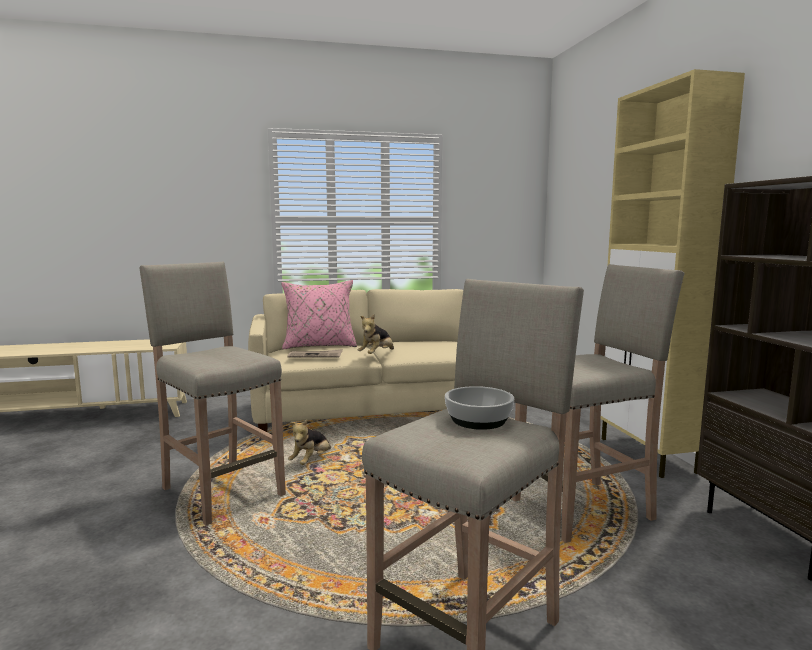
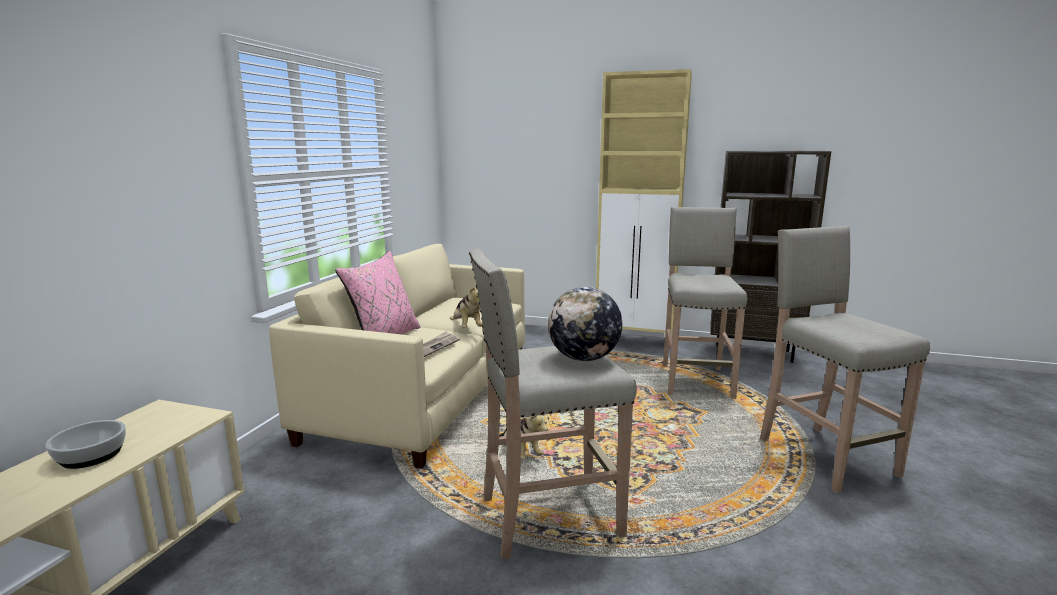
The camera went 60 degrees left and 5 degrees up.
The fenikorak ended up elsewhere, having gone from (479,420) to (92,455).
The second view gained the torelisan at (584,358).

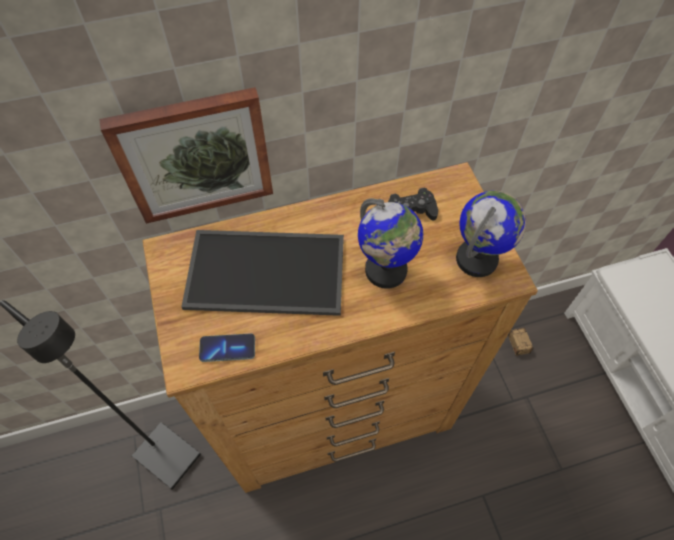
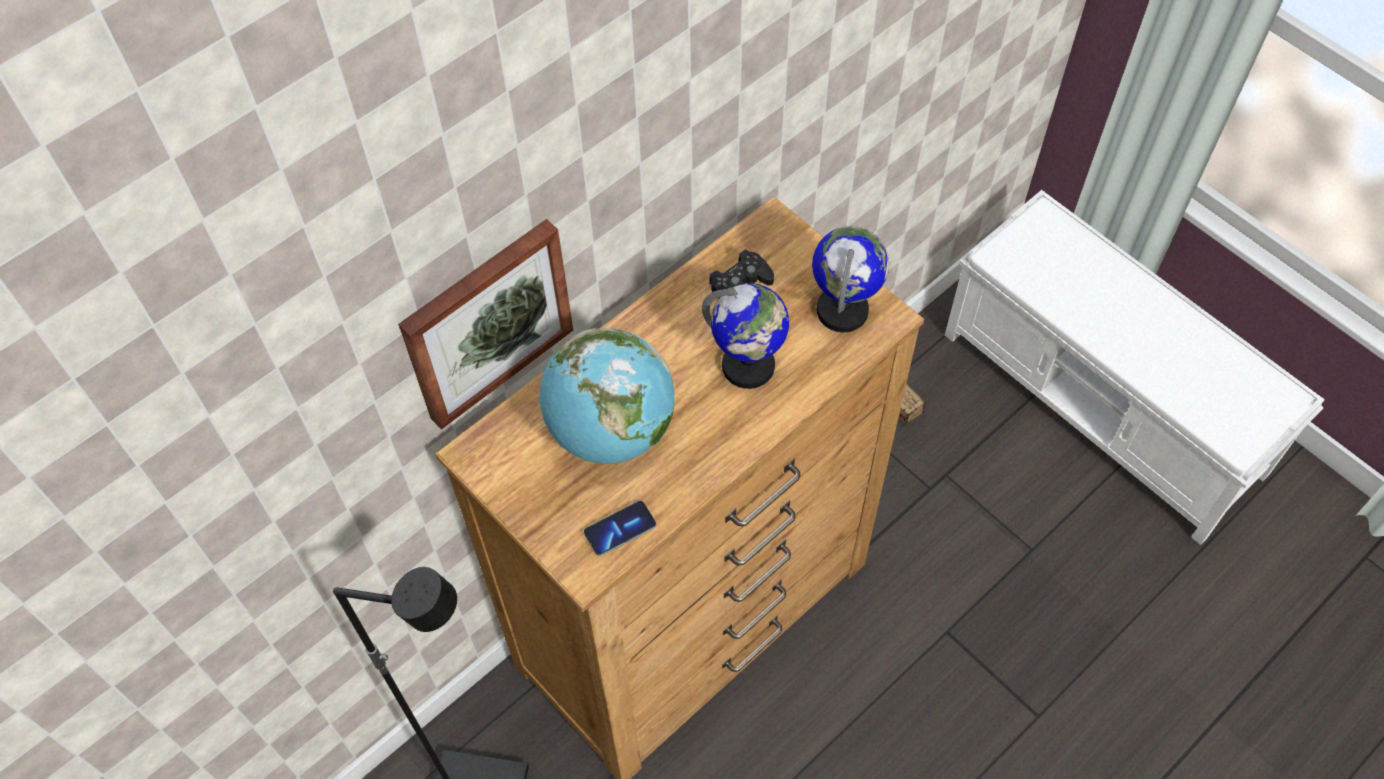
The camera went 25 degrees left and 0 degrees up.
Where the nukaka stood at (264,274), the torelisan came to stand at (611,430).

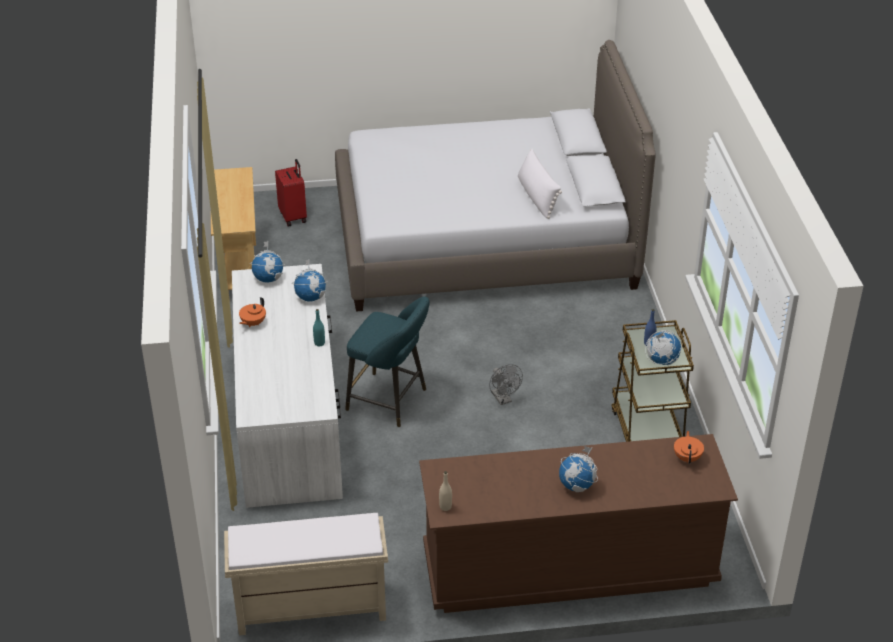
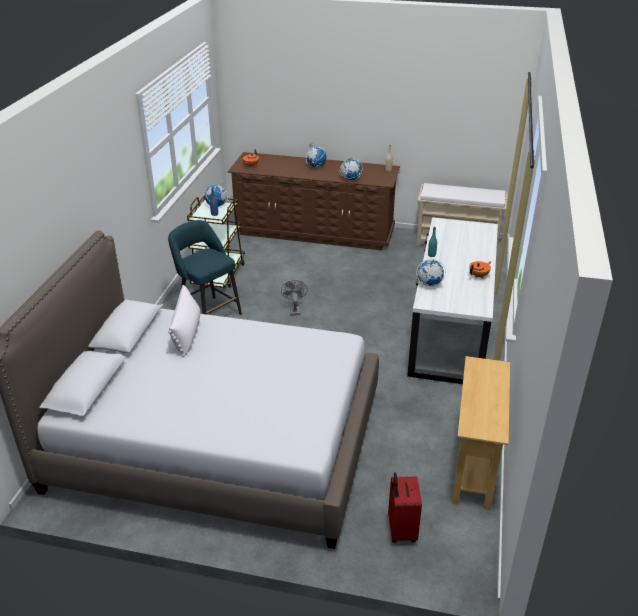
The camera went 160 degrees left and 5 degrees down.
The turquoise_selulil ended up elsewhere, having gone from (390,401) to (208,313).
The torelisan ended up elsewhere, having gone from (268,279) to (350,179).

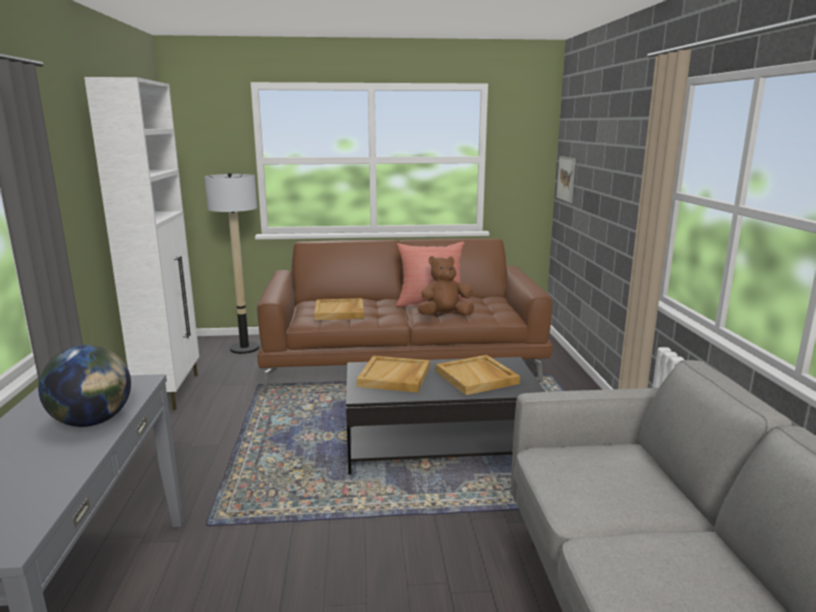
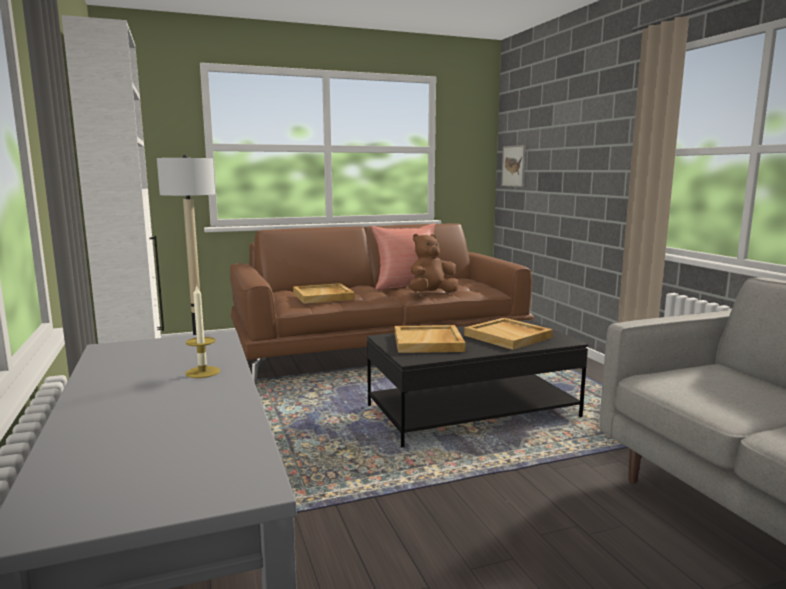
The camera went 15 degrees left and 5 degrees down.
Where the torelisan stood at (93,421), the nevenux came to stand at (203,372).

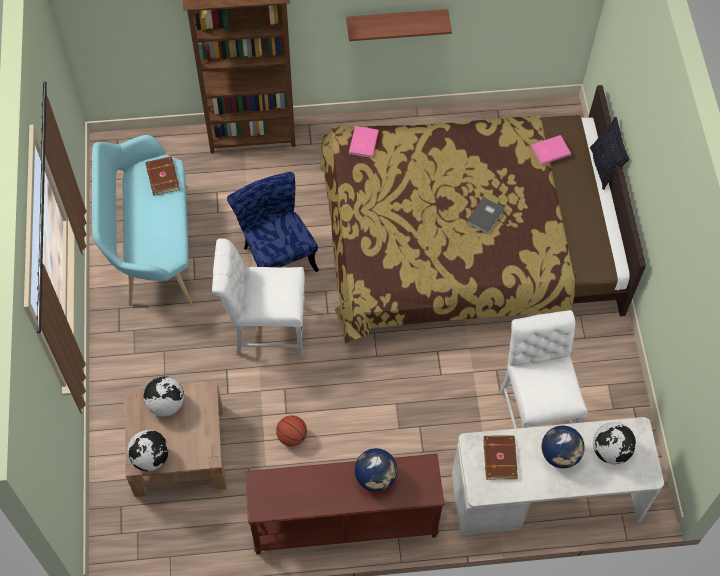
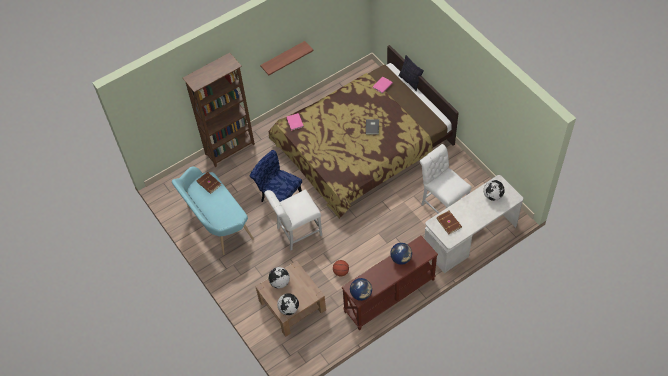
The camera went 25 degrees left and 5 degrees down.
The torelisan ended up elsewhere, having gone from (560,454) to (361,294).

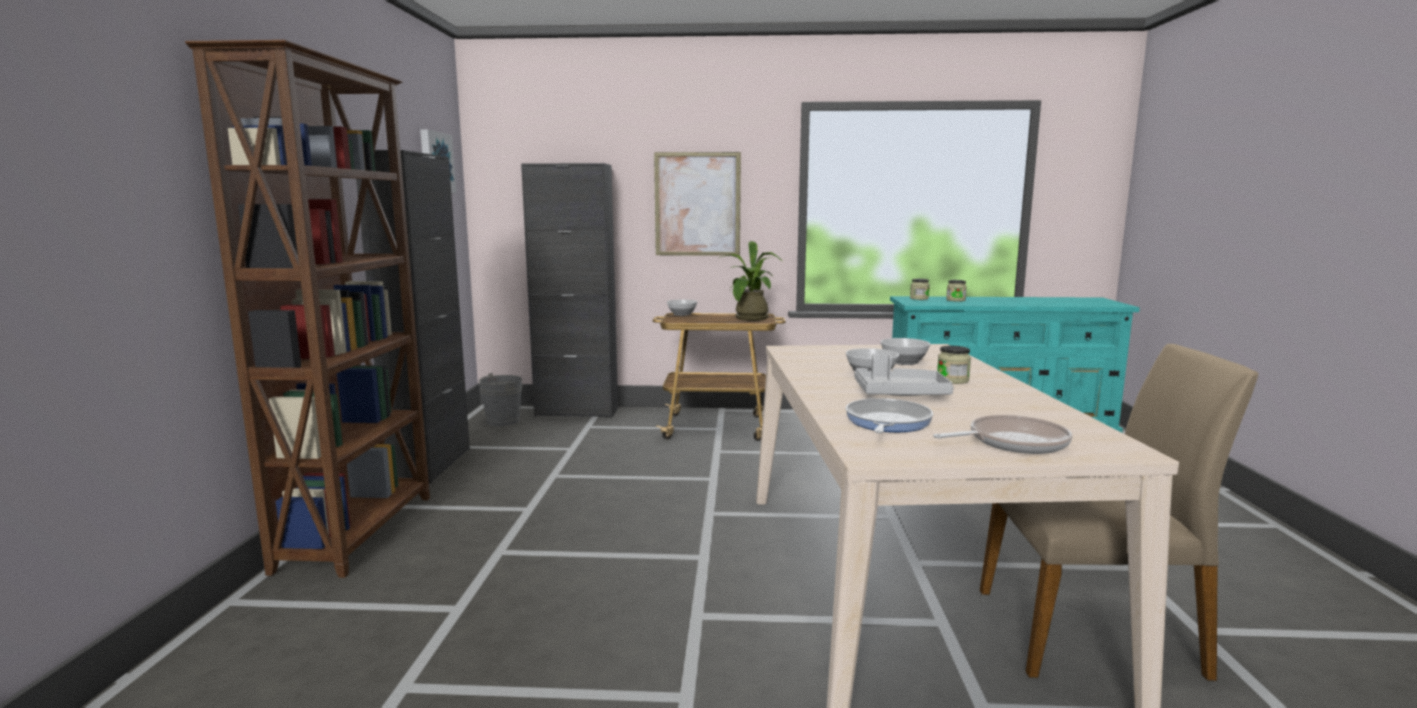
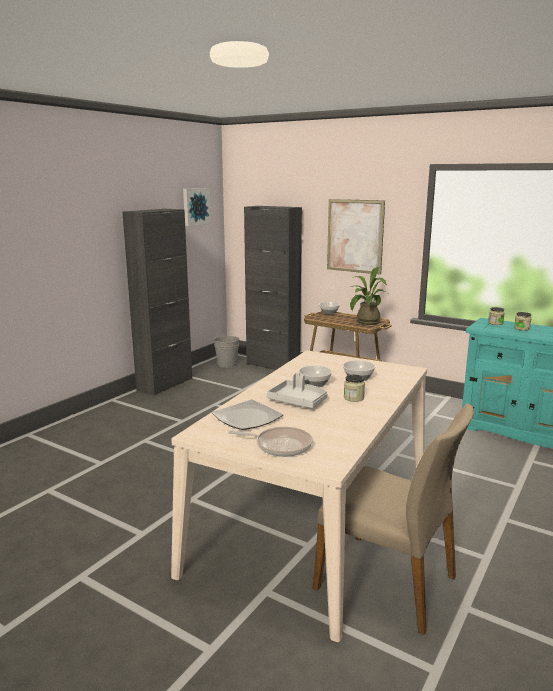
The camera went 30 degrees right and 5 degrees up.
Where the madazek stood at (886,423), the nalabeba came to stand at (246,418).
The second view lost the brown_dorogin at (360,532).

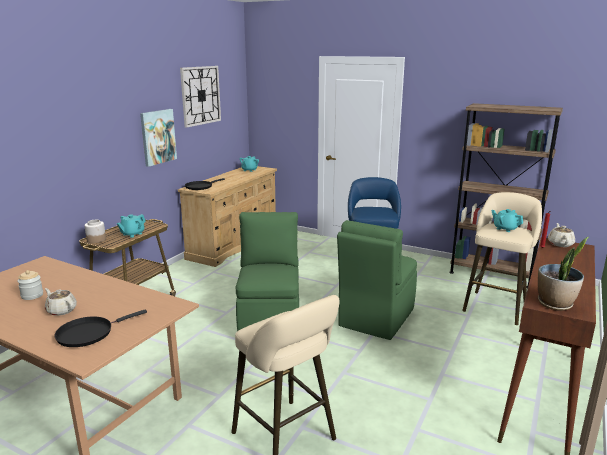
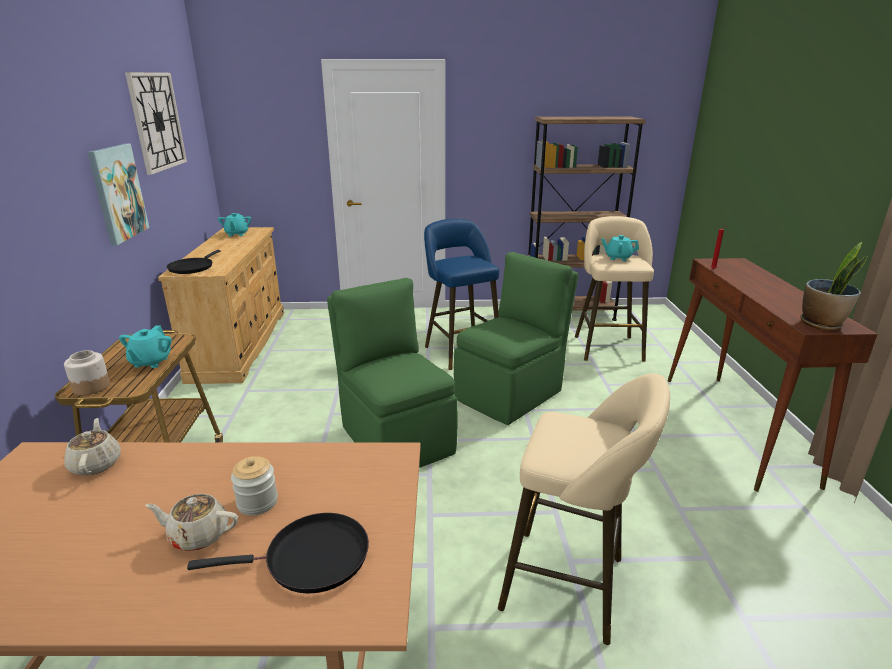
The camera went 30 degrees left and 5 degrees up.
The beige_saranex ended up elsewhere, having gone from (560,244) to (96,464).
The black_madazek at (88,333) ended up facing another way, 120 degrees counterclockwise from before.
The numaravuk ended up elsewhere, having gone from (32,295) to (257,502).
The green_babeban at (375,318) ended up facing another way, 135 degrees counterclockwise from before.

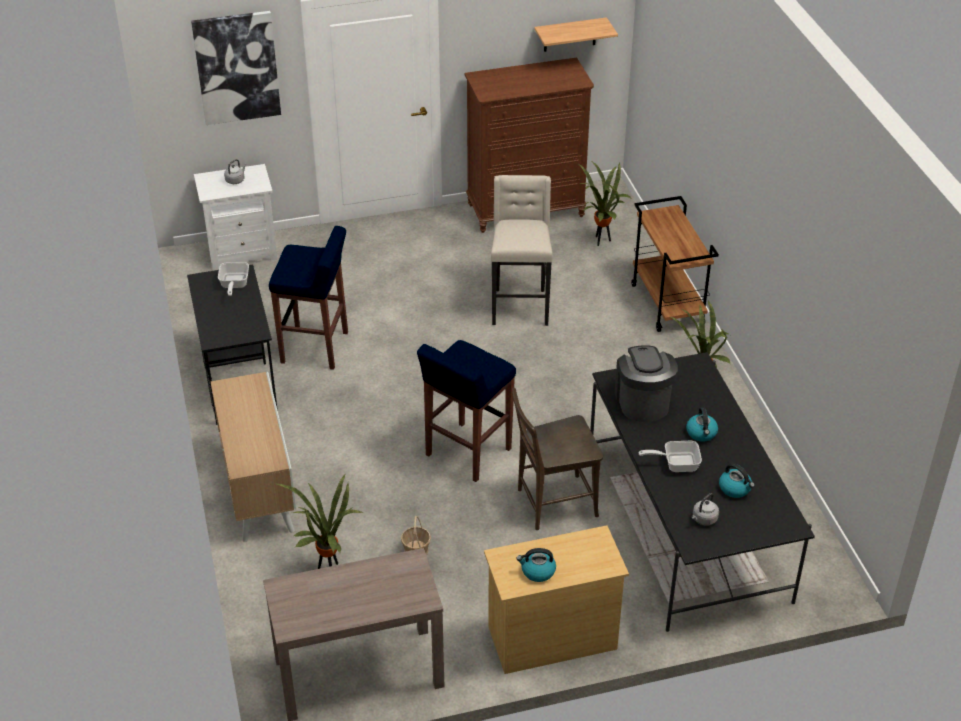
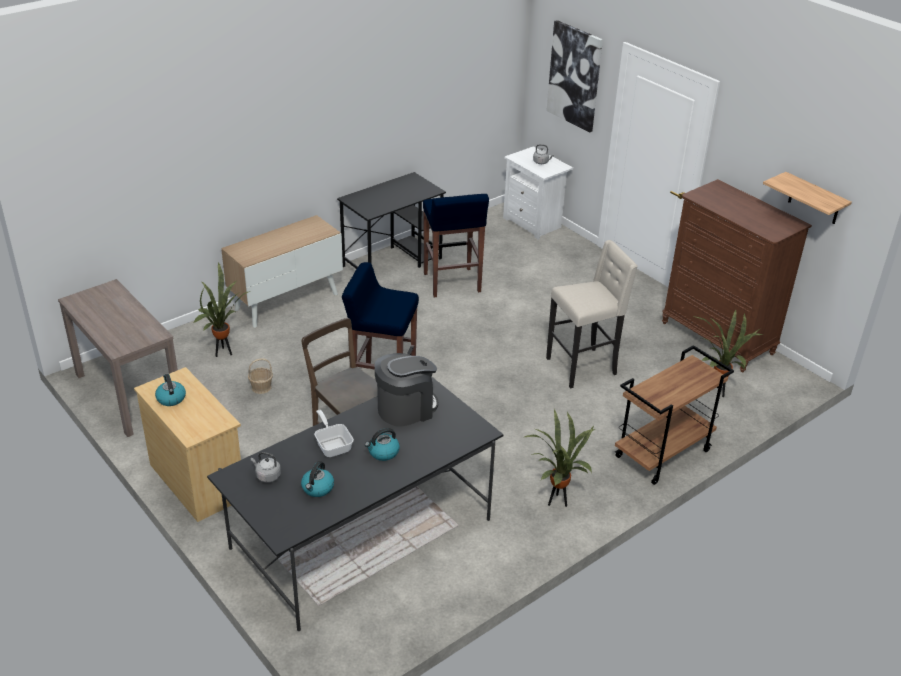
The camera went 65 degrees right and 5 degrees down.
The second view lost the madazek at (234,285).

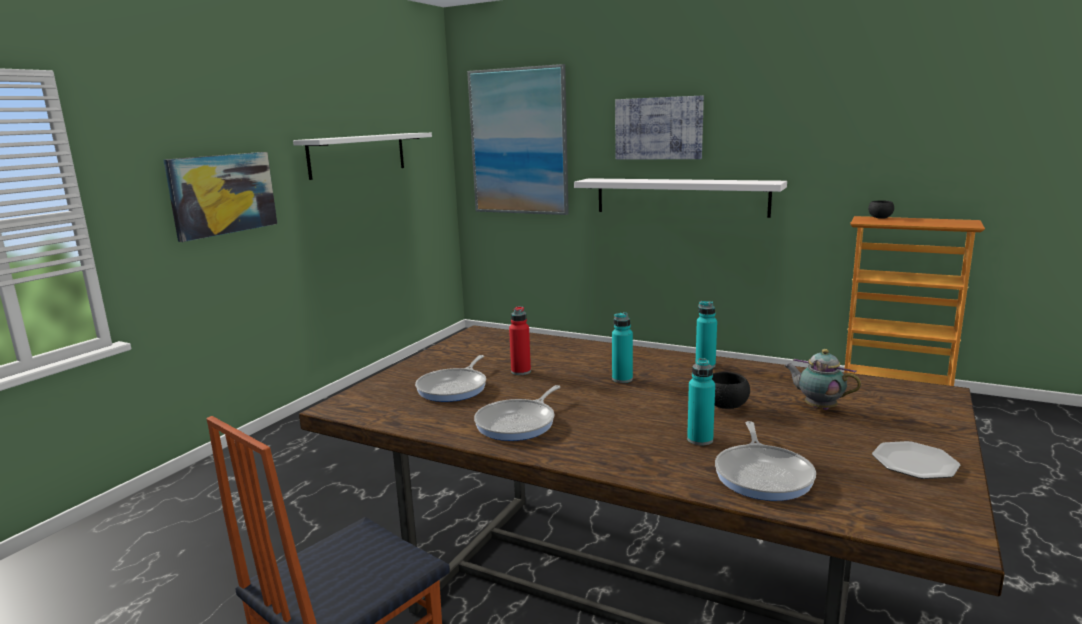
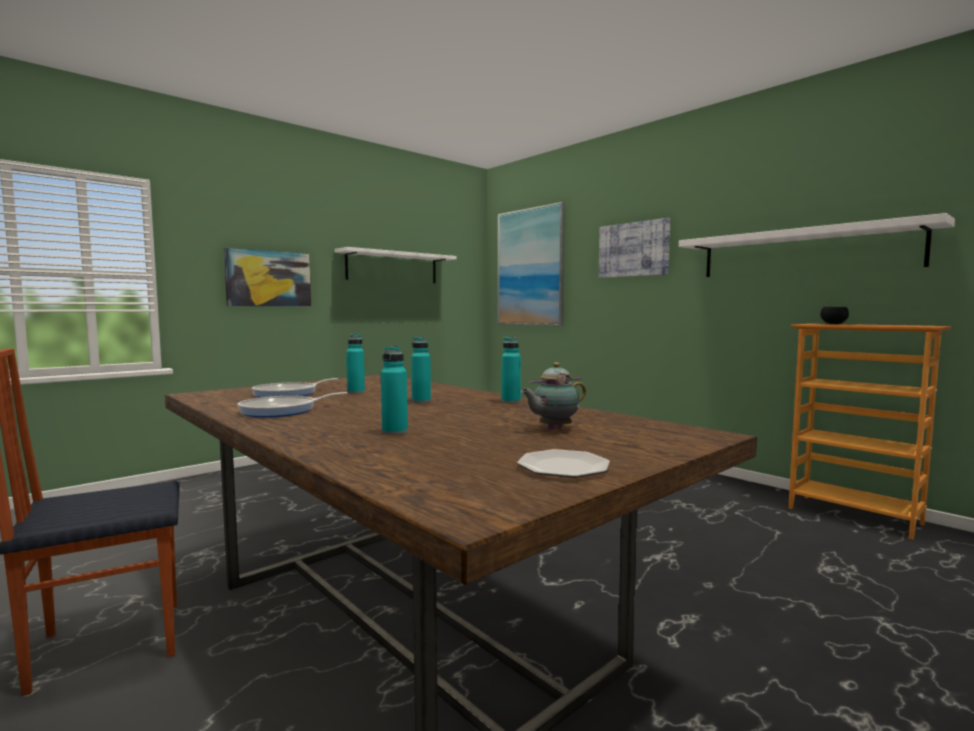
The camera went 20 degrees right and 10 degrees down.
What was the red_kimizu at (521,371) turned into the turquoise_kimizu at (356,392).
The saranex at (818,407) ended up facing another way, 90 degrees counterclockwise from before.
The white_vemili ended up elsewhere, having gone from (680,197) to (804,252).
The second view lost the black_fenikorak at (726,406).
The second view lost the madazek at (763,475).

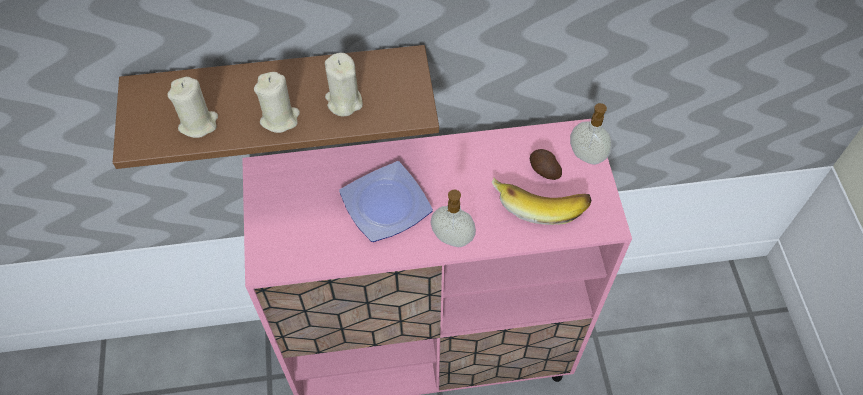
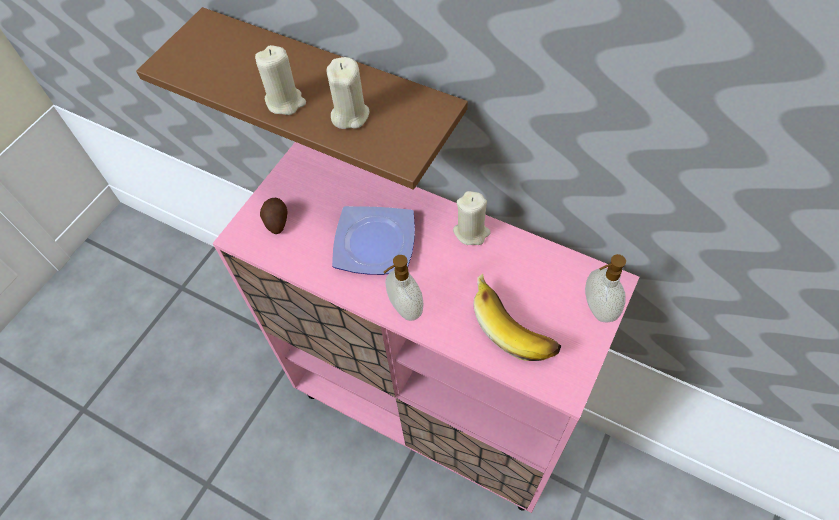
The camera went 40 degrees right and 0 degrees up.
The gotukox ended up elsewhere, having gone from (543,170) to (276,221).
The beige_nevenux ended up elsewhere, having gone from (198,123) to (471,232).

